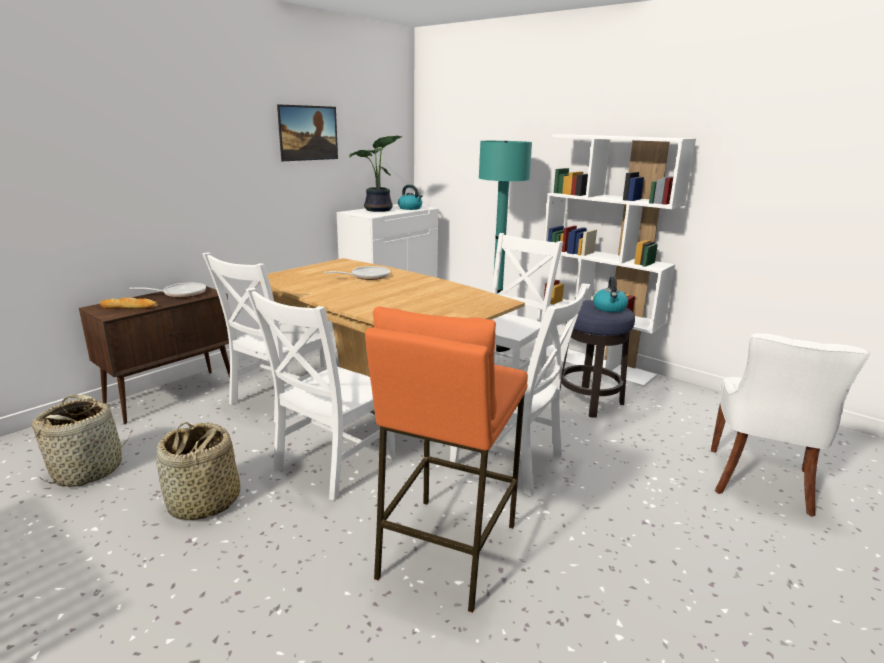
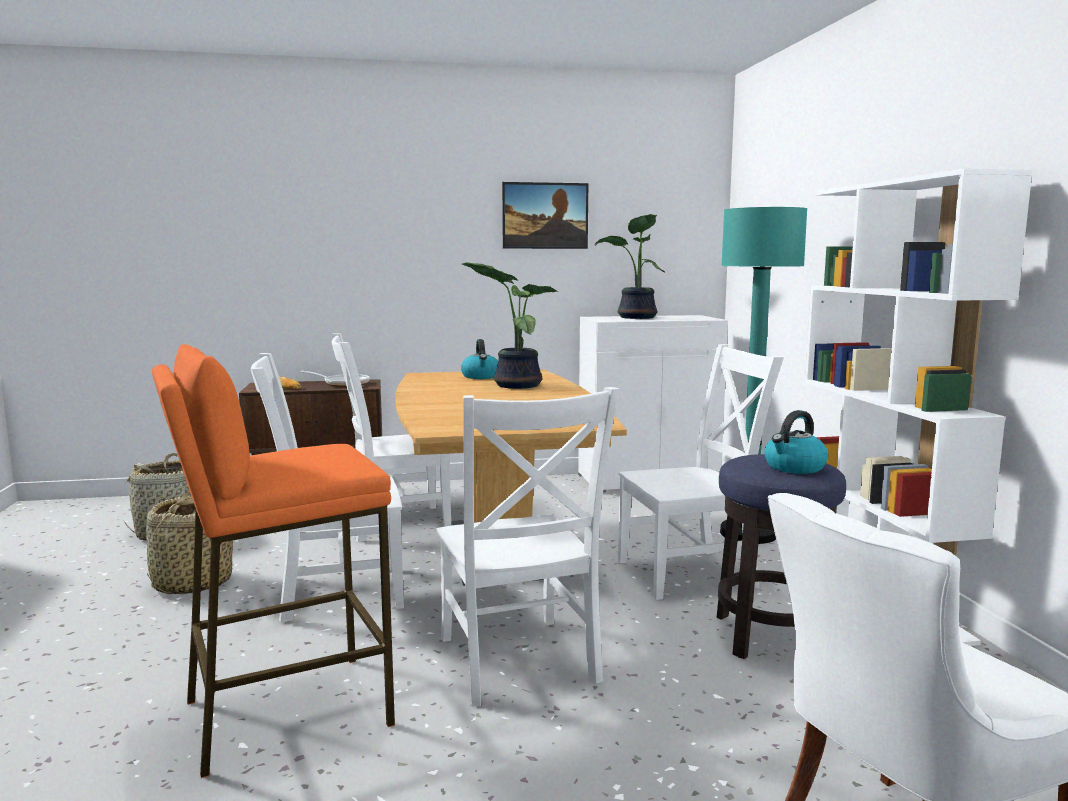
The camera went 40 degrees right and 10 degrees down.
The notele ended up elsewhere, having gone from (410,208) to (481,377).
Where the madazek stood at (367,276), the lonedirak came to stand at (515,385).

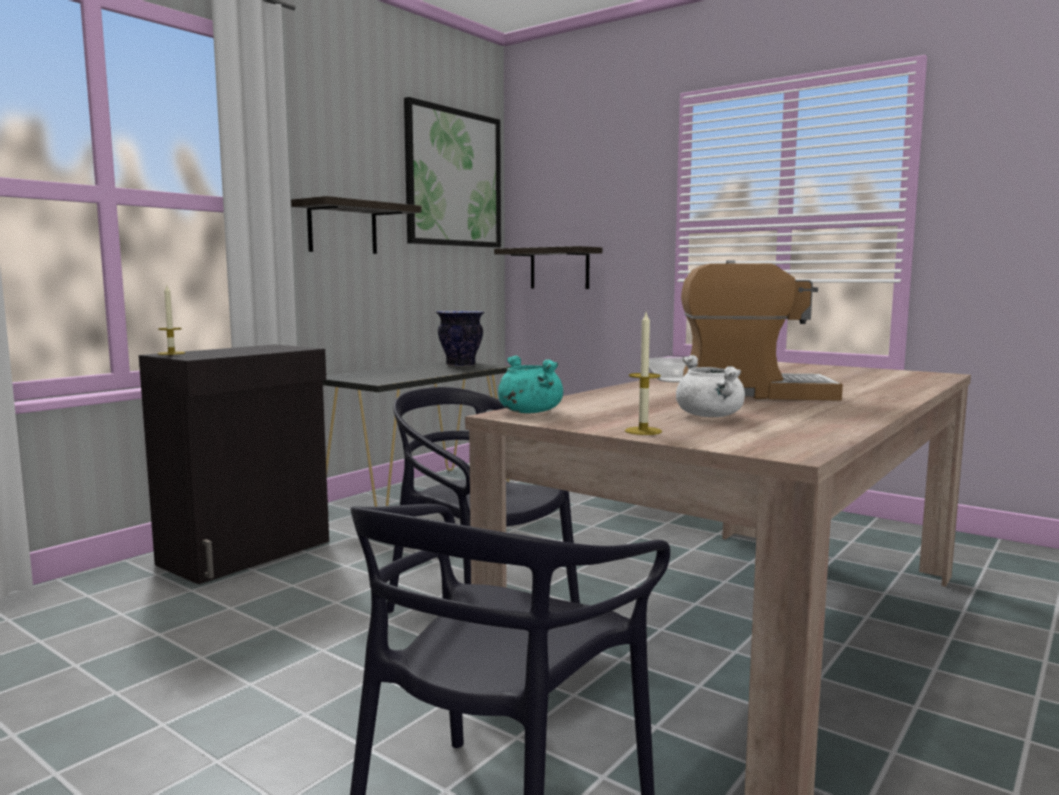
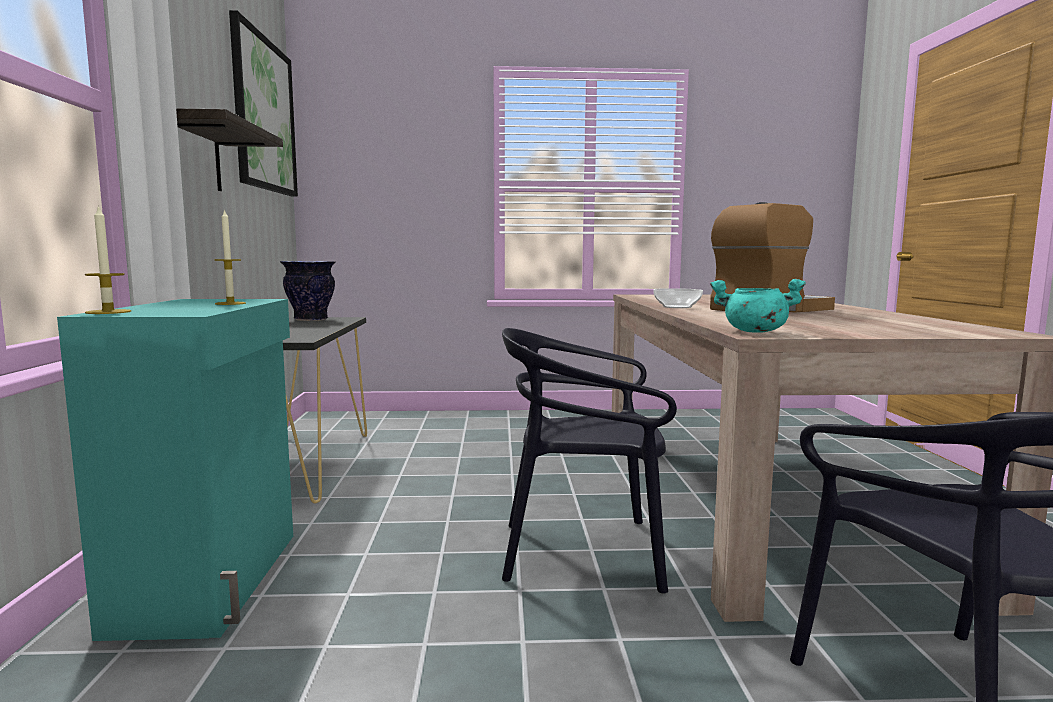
The camera went 40 degrees left and 0 degrees up.
What was the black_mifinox at (248,553) turned into the turquoise_mifinox at (213,579).
The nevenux ended up elsewhere, having gone from (643,431) to (230,303).
The second view lost the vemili at (559,268).
The second view lost the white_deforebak at (711,416).

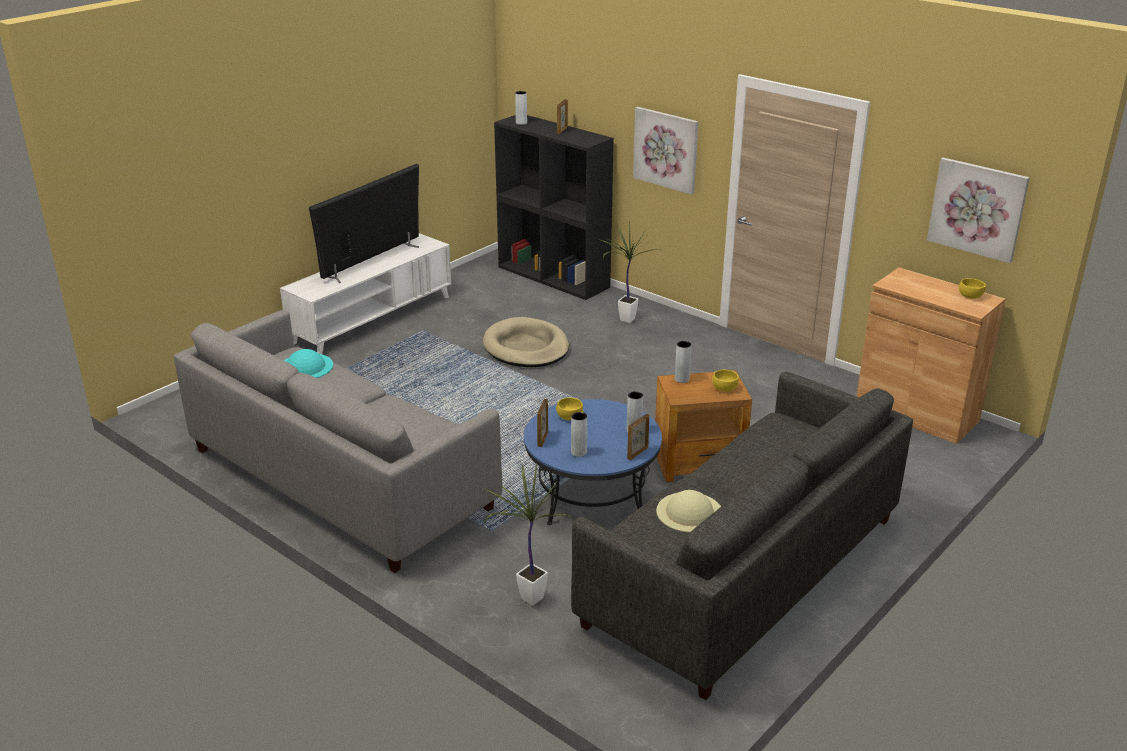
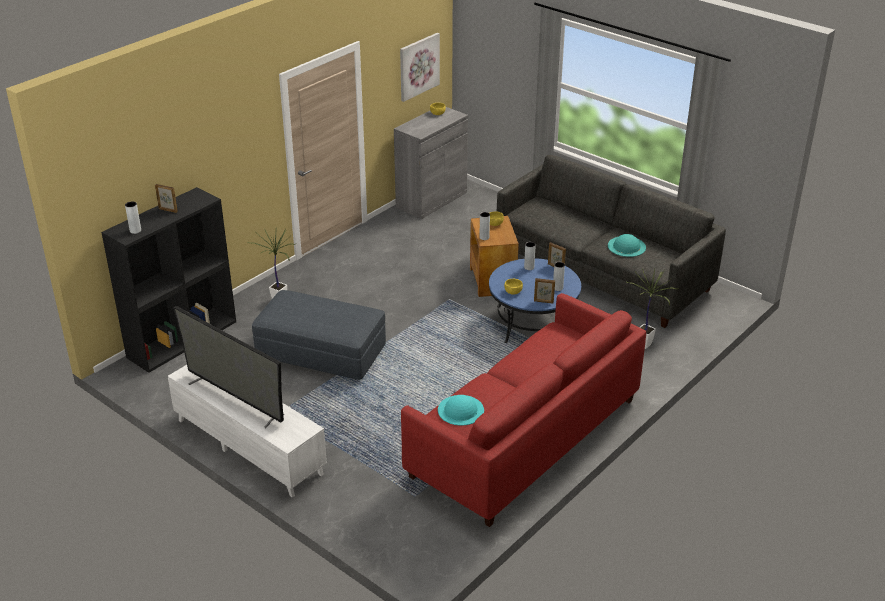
The camera went 90 degrees left and 5 degrees up.
Where the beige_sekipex stood at (526,347), the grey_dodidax came to stand at (321,353).
What was the brown_mifinox at (916,413) turned into the grey_mifinox at (431,200).
What was the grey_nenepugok at (340,479) turned into the red_nenepugok at (525,438).
What was the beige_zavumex at (689,512) turned into the turquoise_zavumex at (626,246).
The second view lost the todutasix at (666,149).

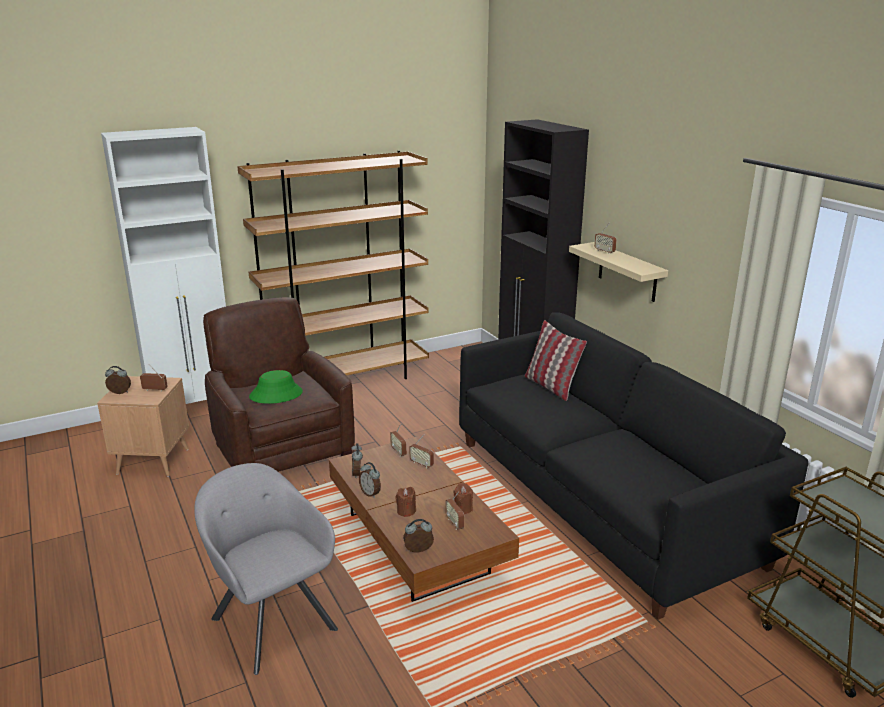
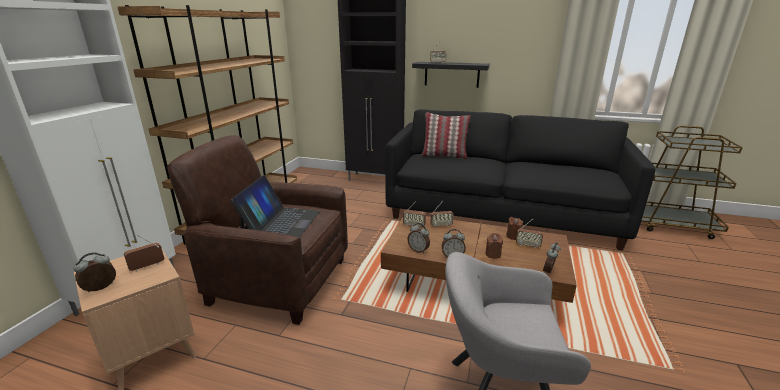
The camera went 45 degrees left and 0 degrees up.
Where the green_zavumex stood at (276,394), the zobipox came to stand at (280,222).
What was the beige_vemili at (627,272) turned into the black_vemili at (451,74).

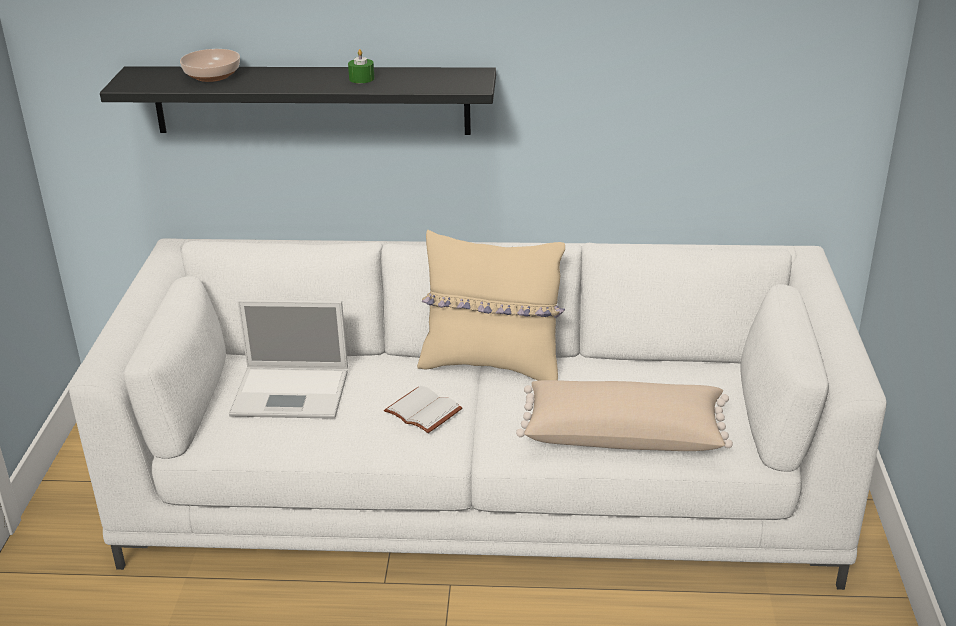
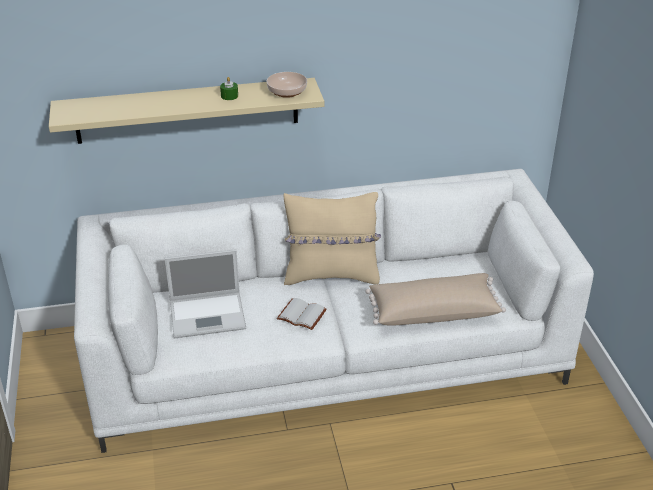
The camera went 15 degrees left and 5 degrees up.
What was the black_vemili at (311,100) turned into the beige_vemili at (187,110).
The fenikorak ended up elsewhere, having gone from (213,76) to (287,92).

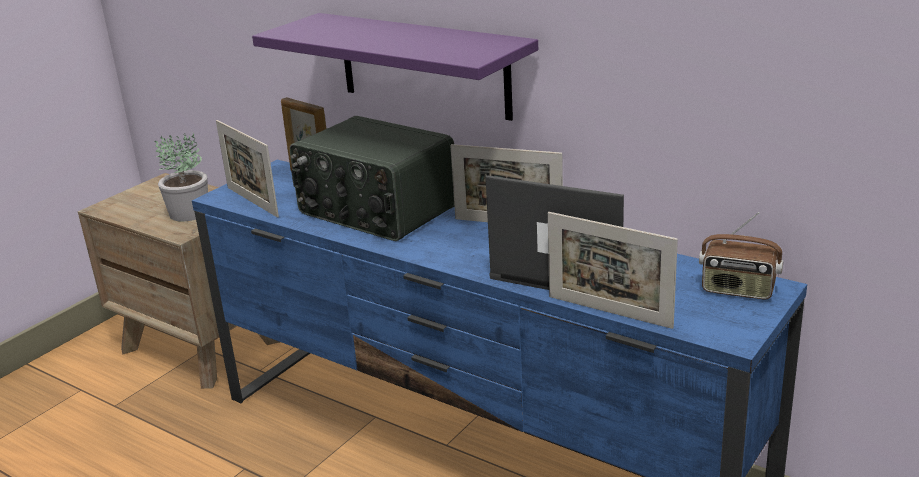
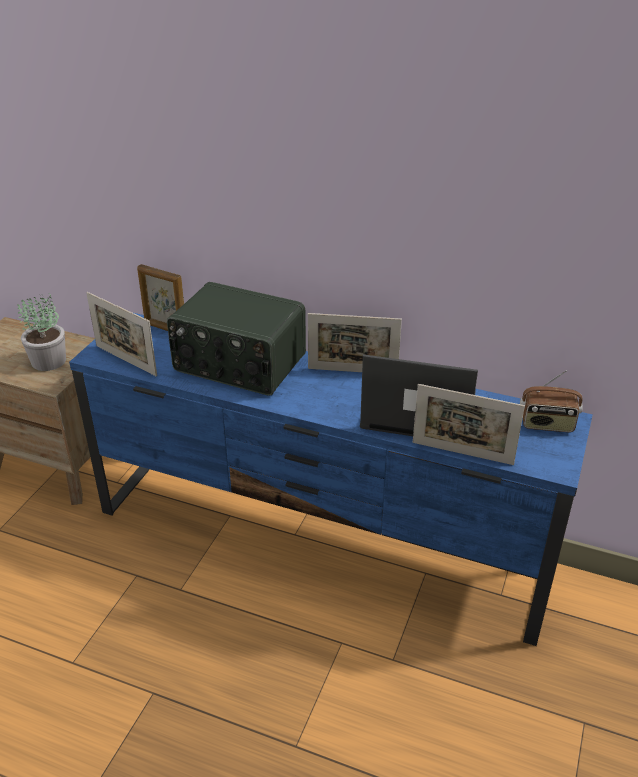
The camera went 15 degrees left and 10 degrees up.
The second view lost the purple_vemili at (423,65).

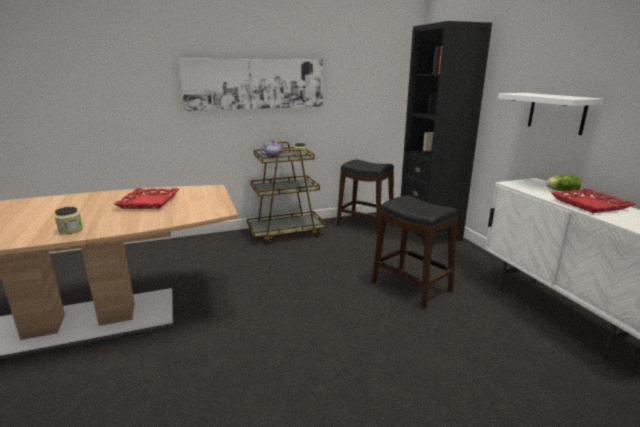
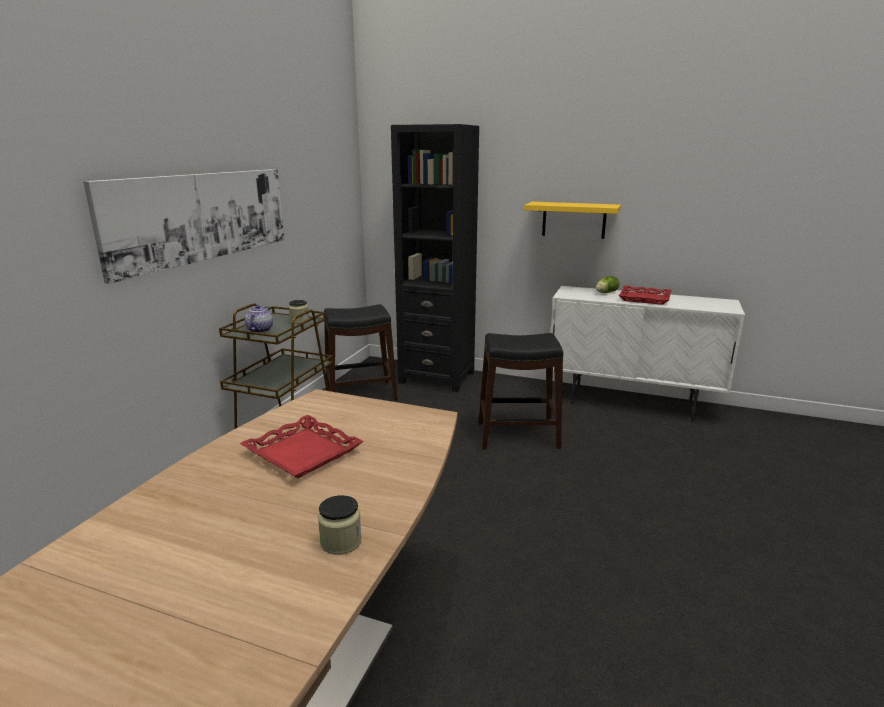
The camera went 50 degrees left and 0 degrees up.
What was the white_vemili at (556,113) turned into the yellow_vemili at (574,220).

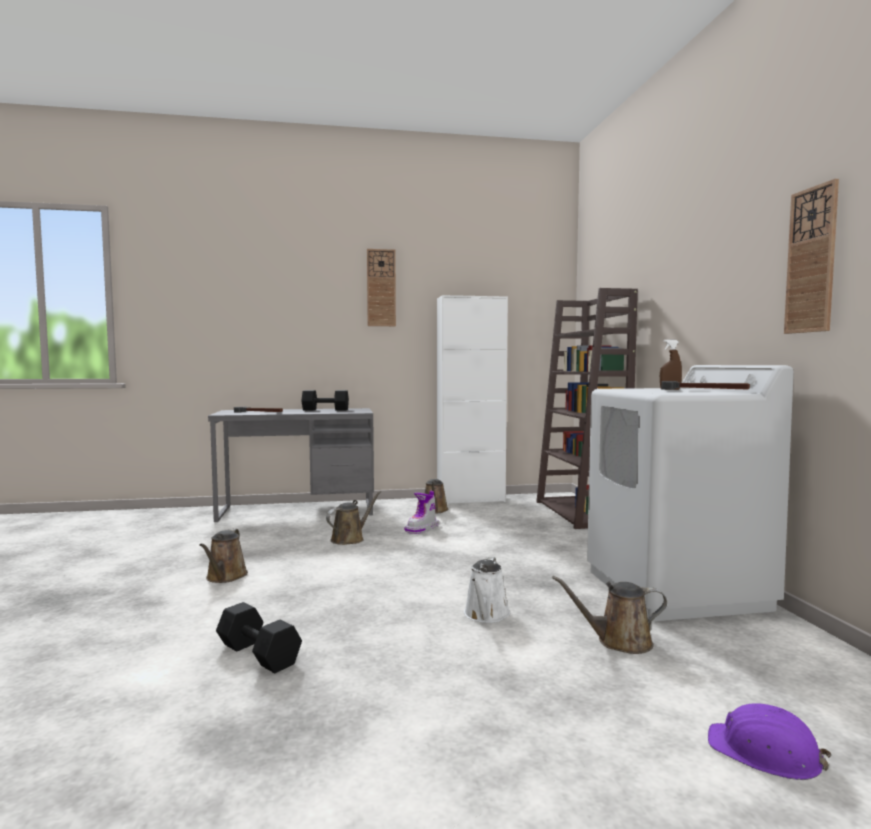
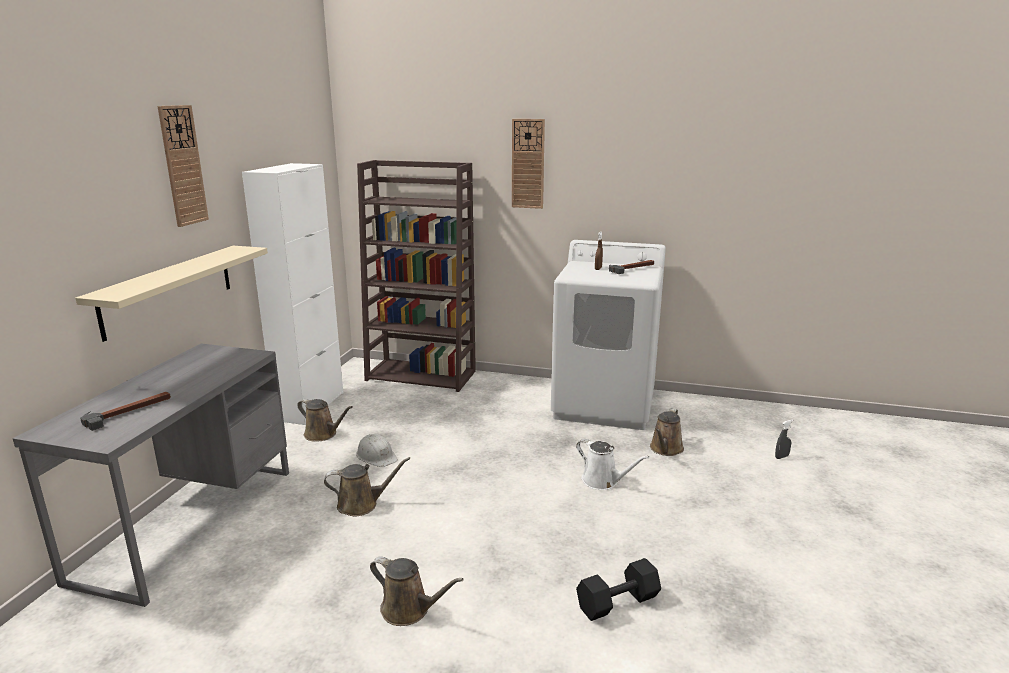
The camera went 65 degrees left and 15 degrees up.
The second view gained the beige_vemili at (169,290).
The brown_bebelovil at (350,539) ended up facing another way, 105 degrees clockwise from before.
Where the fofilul stood at (422,528), the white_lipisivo came to stand at (376,456).
The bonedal ended up elsewhere, having gone from (811,260) to (528,164).
Where the purple_lipisivo stood at (765,753), the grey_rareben came to stand at (781,457).
The second view lost the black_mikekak at (325,410).

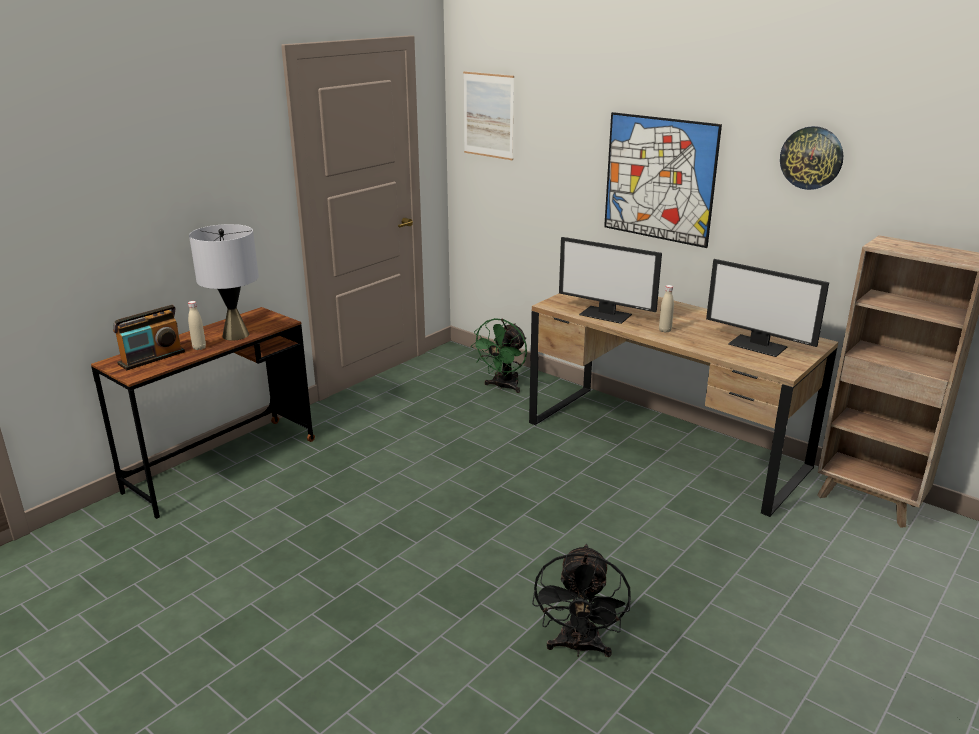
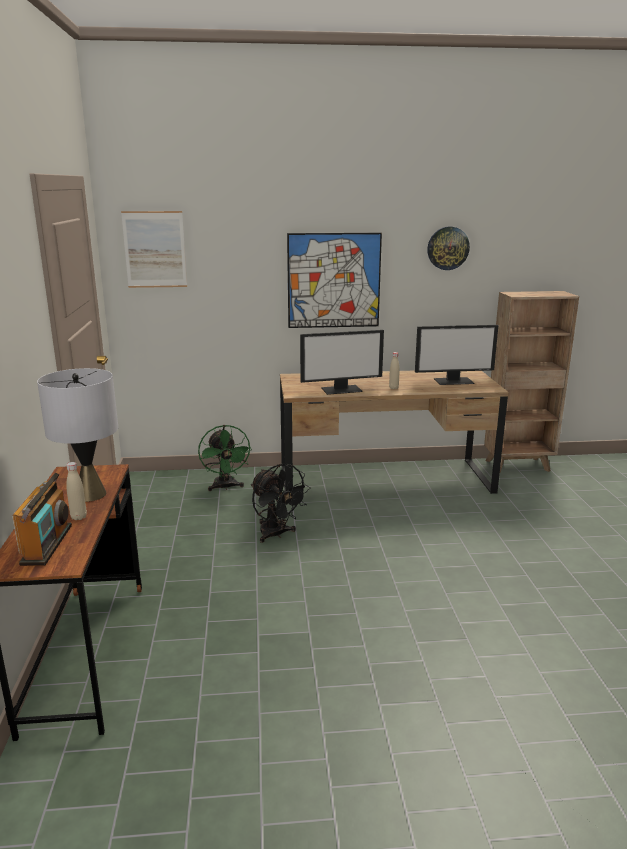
The camera went 45 degrees left and 5 degrees down.
The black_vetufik ended up elsewhere, having gone from (578,647) to (276,534).

